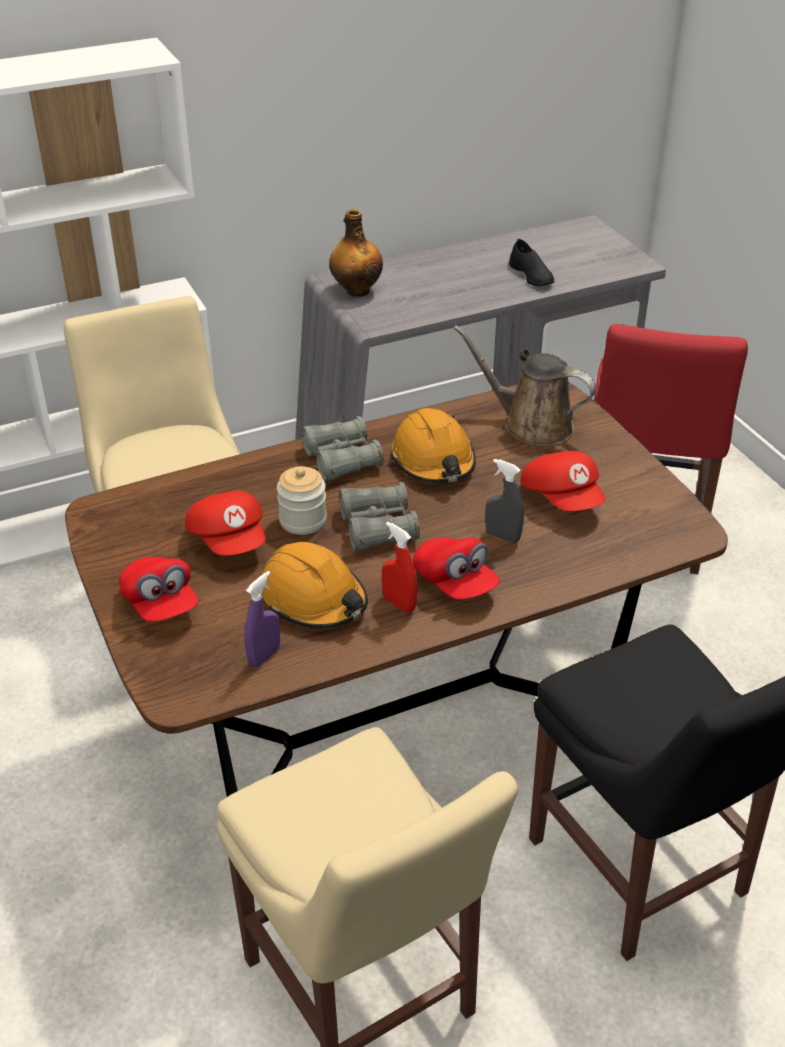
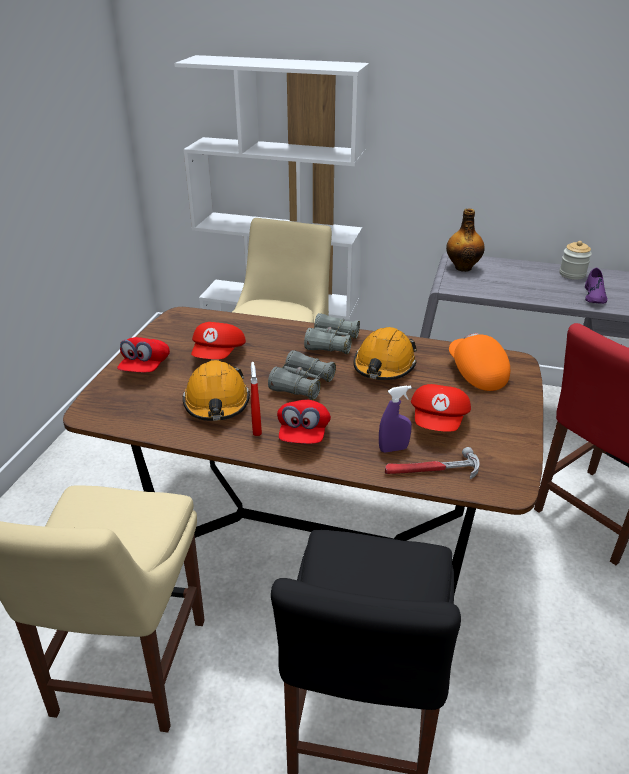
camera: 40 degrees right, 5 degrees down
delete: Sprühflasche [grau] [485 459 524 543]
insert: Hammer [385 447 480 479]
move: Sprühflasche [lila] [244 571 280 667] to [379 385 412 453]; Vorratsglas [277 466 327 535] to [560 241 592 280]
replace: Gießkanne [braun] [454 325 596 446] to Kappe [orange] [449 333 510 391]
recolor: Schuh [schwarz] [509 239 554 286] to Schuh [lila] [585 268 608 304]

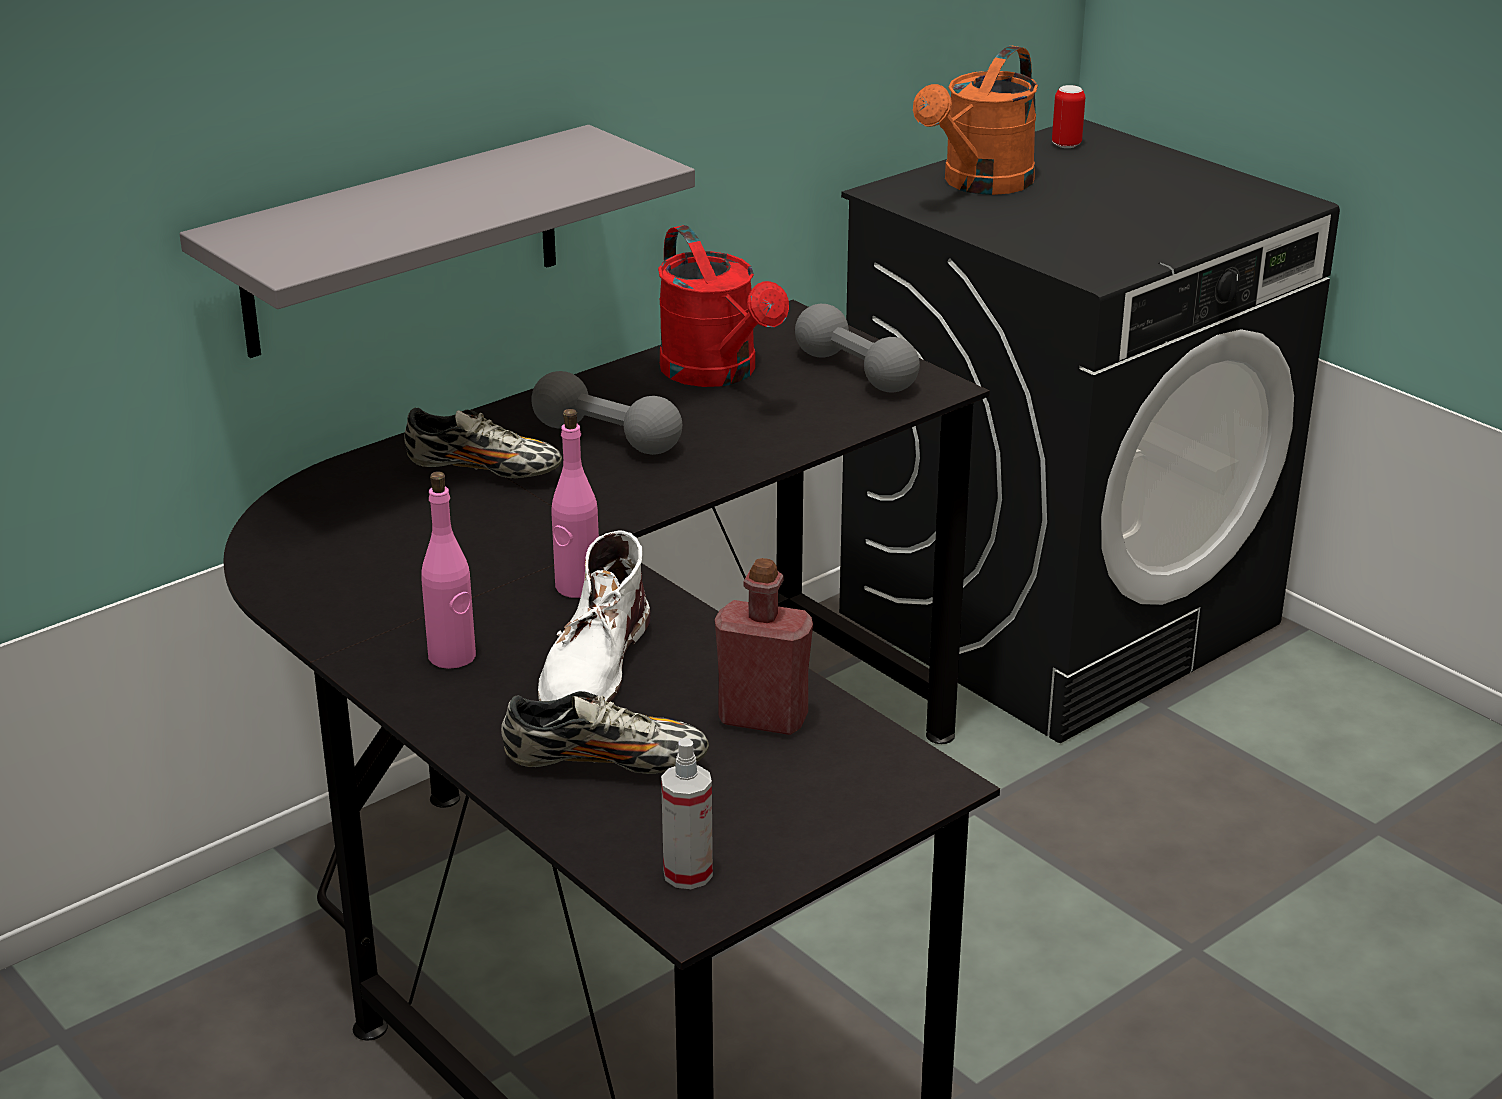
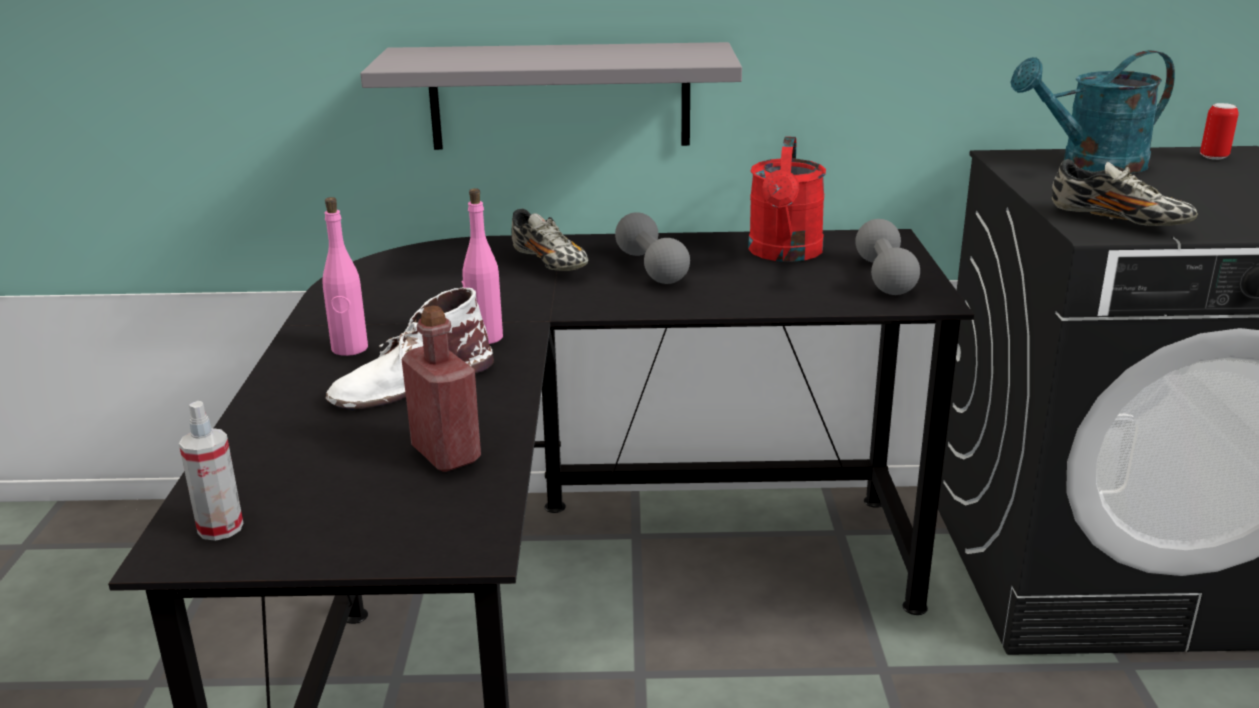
camera: 40 degrees right, 5 degrees down
move: Schuh [501 691 709 774] to [1052 159 1198 226]
recolor: Gießkanne [orange] [913 46 1038 195] to Gießkanne [türkis] [1010 50 1175 173]

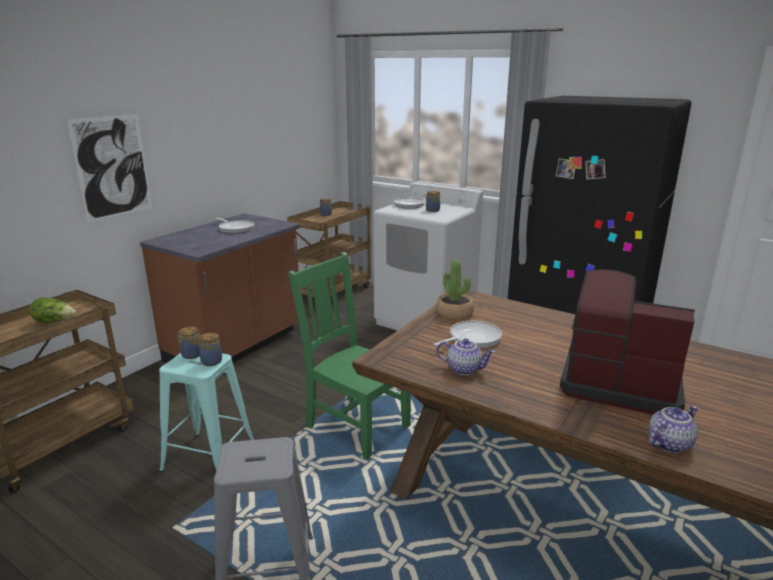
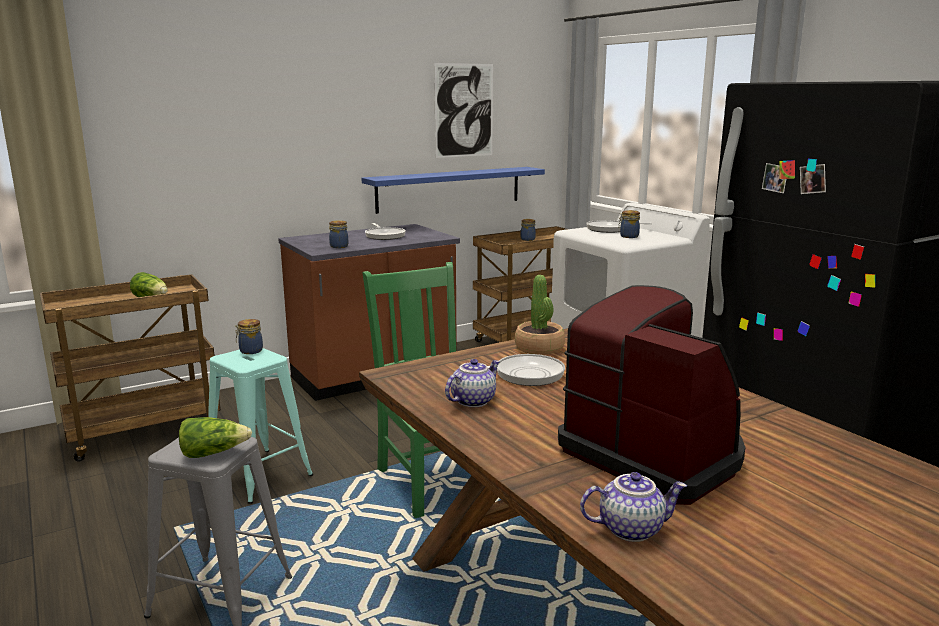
camera: 25 degrees right, 5 degrees down
insert: Salatkopf [179 417 252 458]; Wandregal [blau] [362 167 545 214]
move: Vorratsglas [198 333 222 366] to [329 220 348 248]; Bild [67 114 152 222] to [434 63 493 158]
rotate: Teekanne [437 339 495 375] = [445 359 500 407] 90 degrees counterclockwise

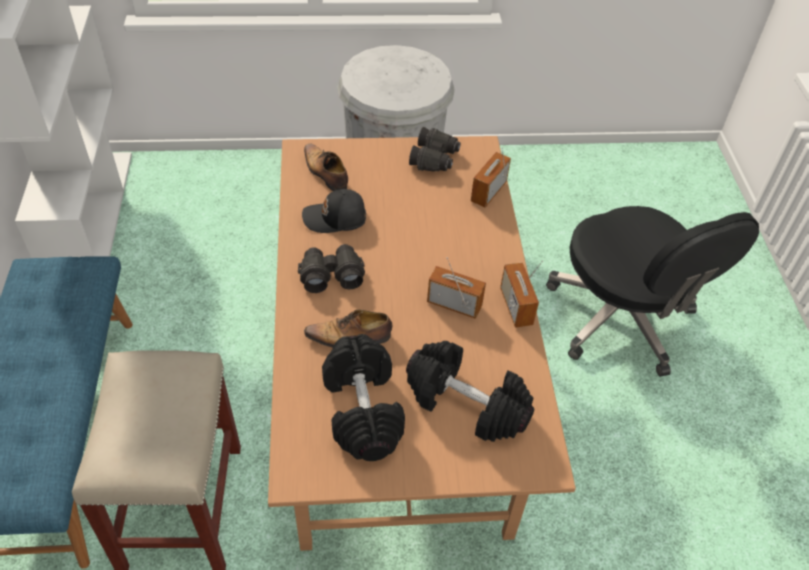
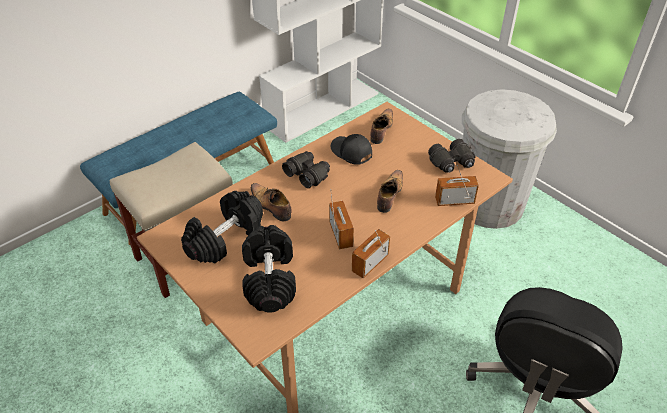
camera: 55 degrees right, 5 degrees down
insert: Schuh [377 170 403 213]

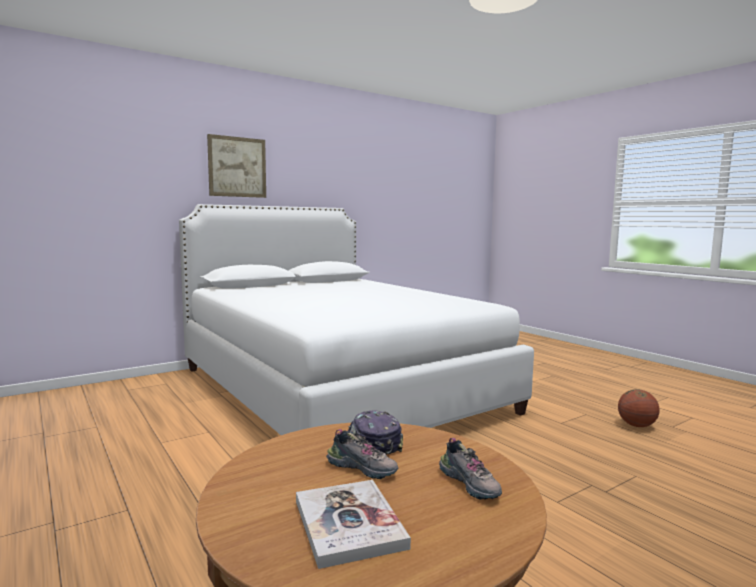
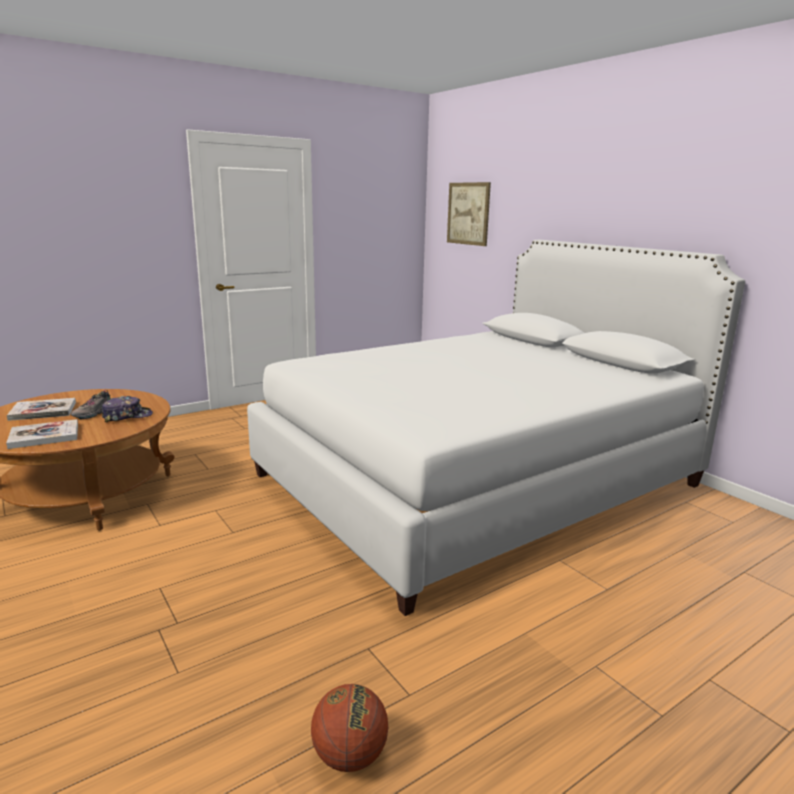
camera: 90 degrees right, 10 degrees up
move: Bild [207 134 266 198] to [447 182 491 246]
replace: Schuh [439 438 502 500] to Buch [6 419 78 449]

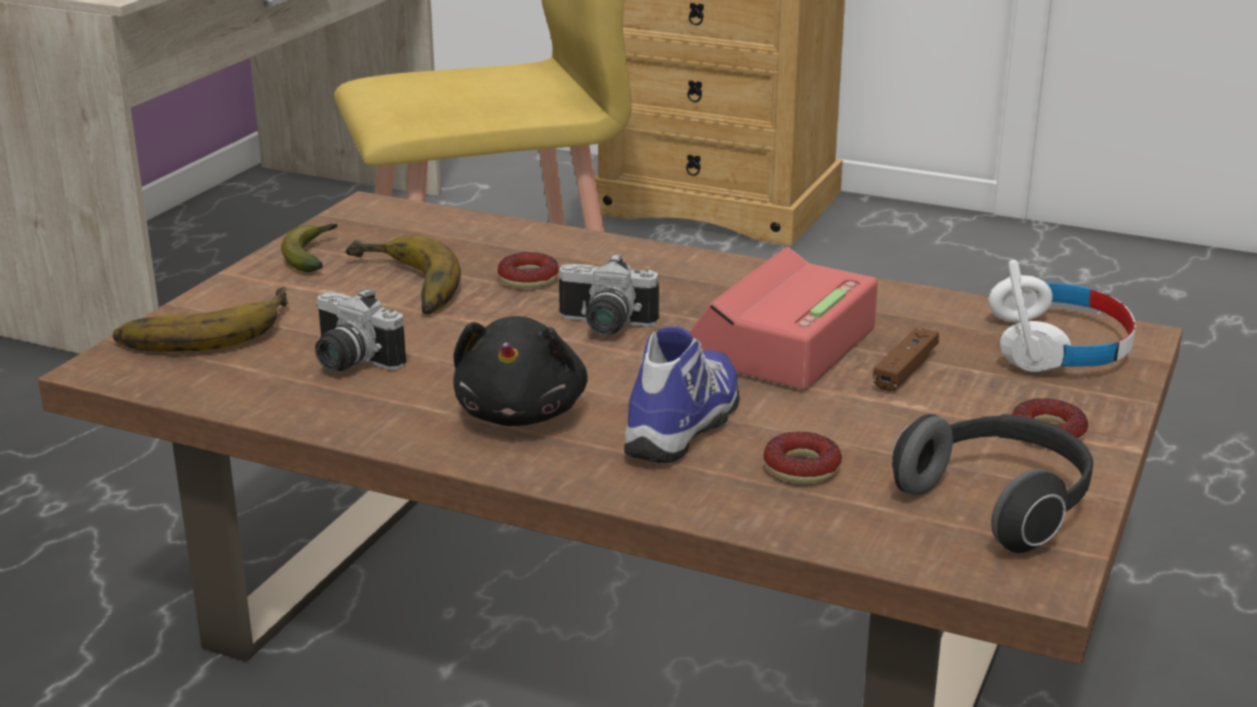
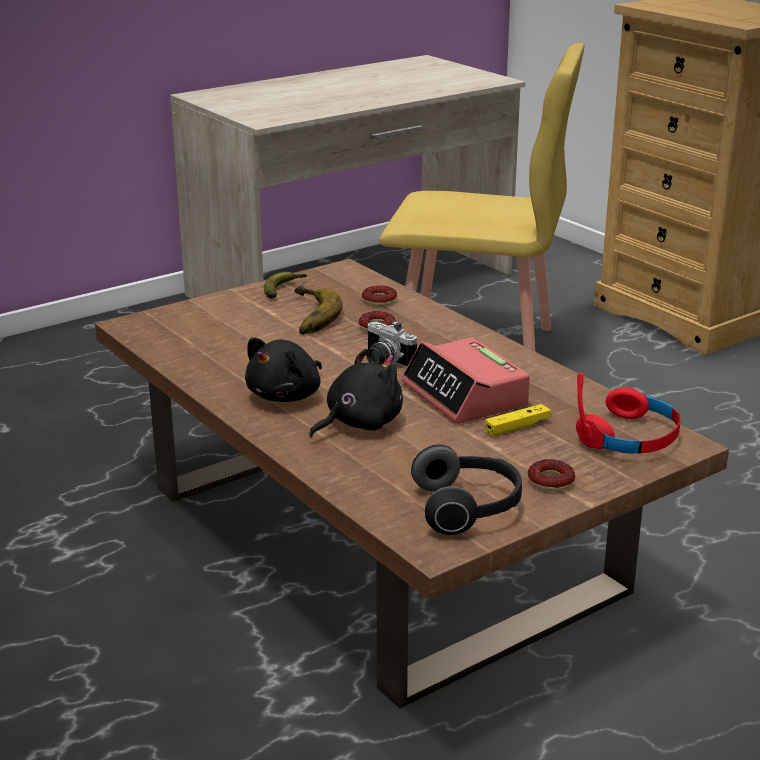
camera: 30 degrees right, 0 degrees up
delete: Banane [113 287 288 352]; Kamera [315 288 406 371]
move: Donut [763 431 842 484] to [362 285 397 306]
replace: Schuh [624 326 740 463] to Plüschtier [schwarz] [309 349 403 438]
recolor: Gamepad [braun] [873 327 939 391] to Gamepad [gelb] [485 404 551 436]; Kopfhörer [weiß] [988 260 1136 372] to Kopfhörer [rot] [576 372 681 454]
rotate: Wecker [689 246 878 389] = [401 338 530 424] 90 degrees counterclockwise

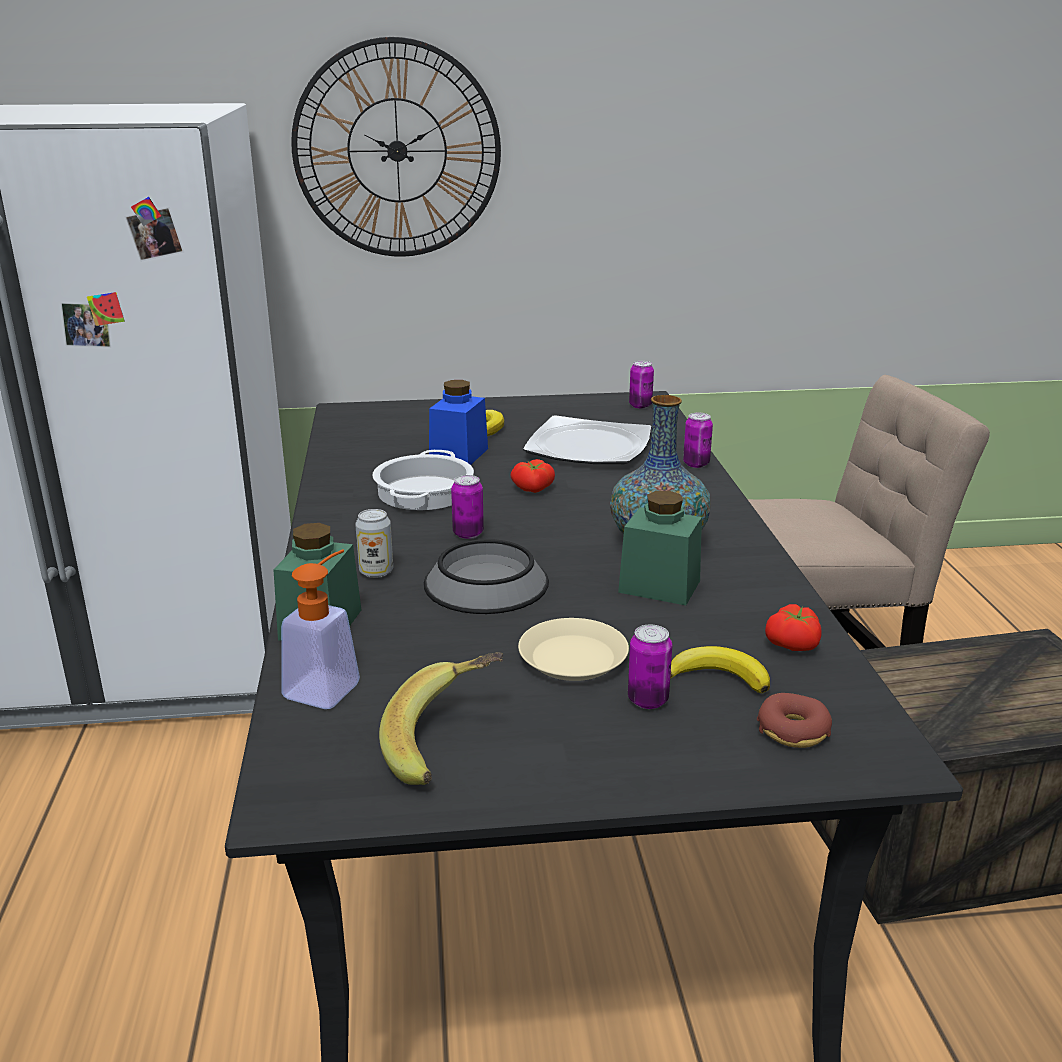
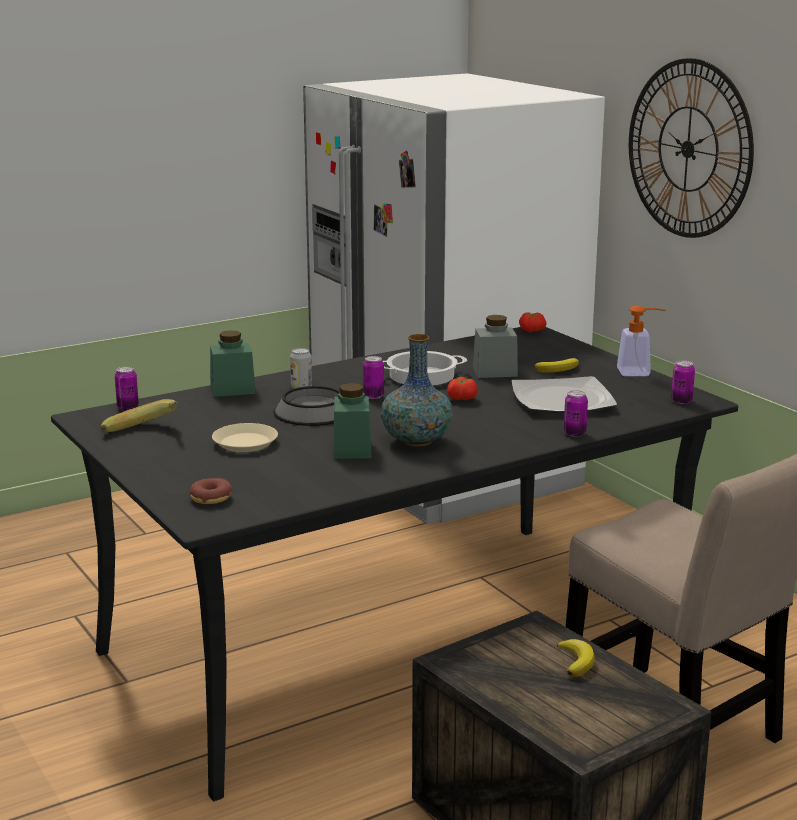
camera: 65 degrees right, 5 degrees down
move: Dose [628 624 672 709] to [115 366 139 410]; Tomate [765 604 821 651] to [519 312 547 332]; Banane [670 646 770 693] to [557 639 595 677]; Seifenspender [281 550 360 709] to [617 305 666 376]
recolor: Vorratsglas [blau] [429 380 488 465] to Vorratsglas [grau] [473 315 518 378]

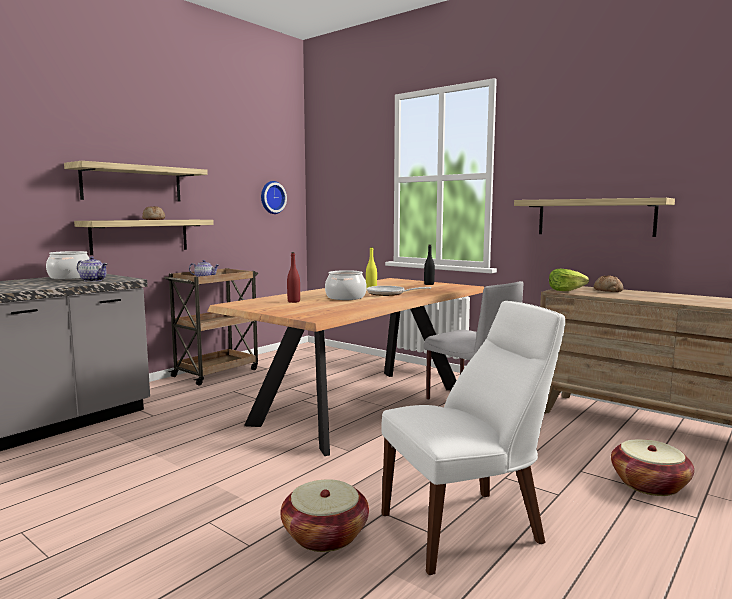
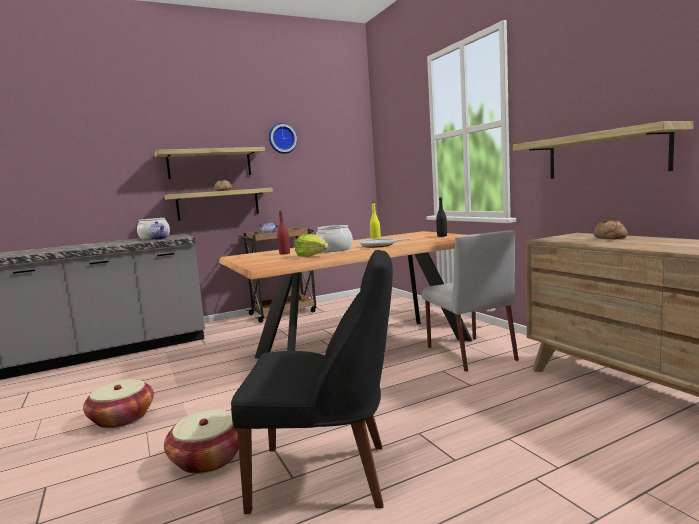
camera: 25 degrees right, 0 degrees up
move: Korb [611 439 694 496] to [83 379 154 428]; Wanduhr [261 181 287 214] to [269 123 297 154]; Salatkopf [549 269 589 291] to [295 234 328 257]
recolor: Stuhl [weiß] [381 301 565 575] to Stuhl [schwarz] [231 250 393 514]

